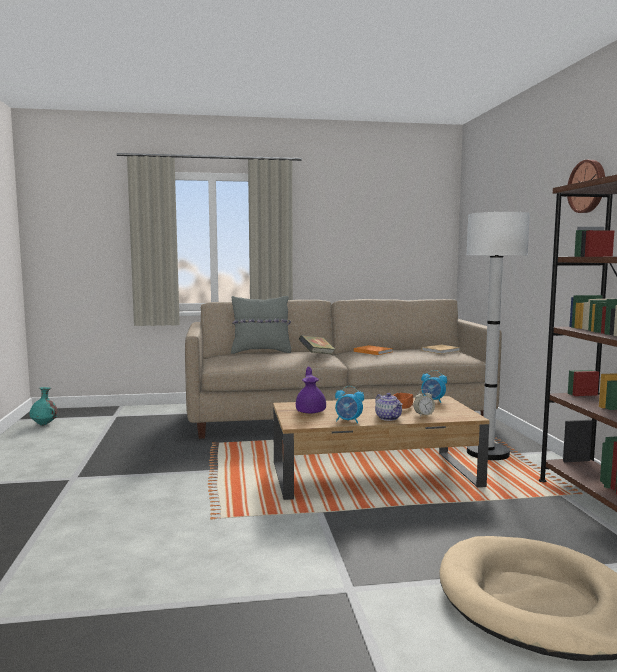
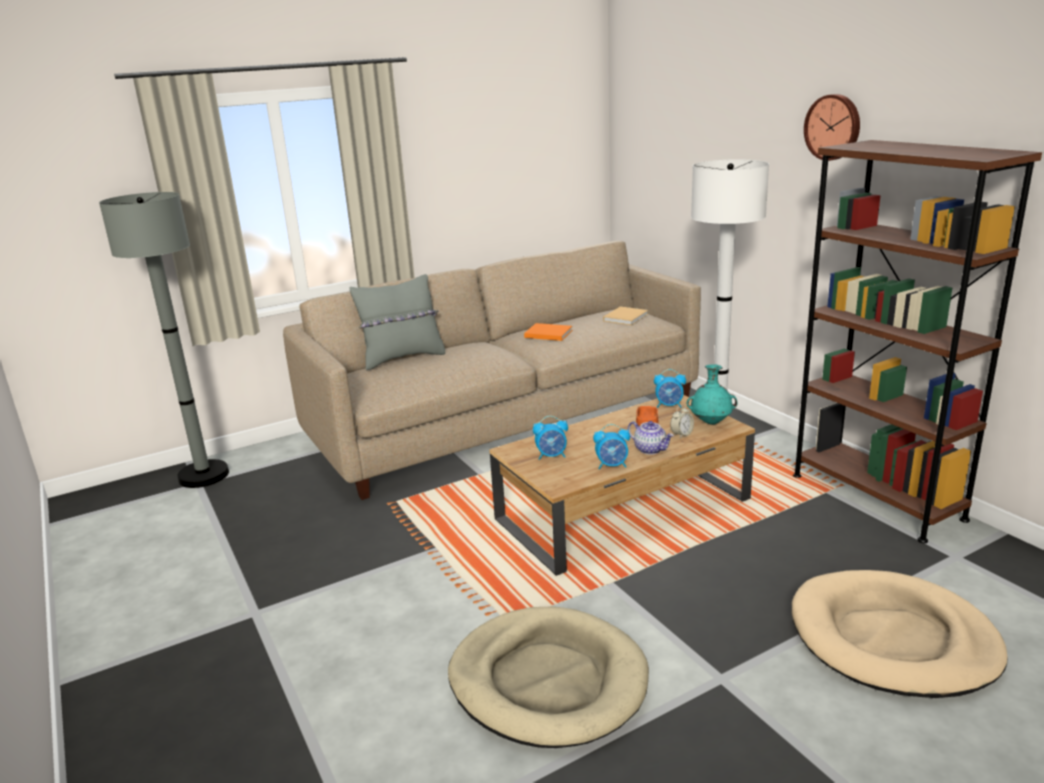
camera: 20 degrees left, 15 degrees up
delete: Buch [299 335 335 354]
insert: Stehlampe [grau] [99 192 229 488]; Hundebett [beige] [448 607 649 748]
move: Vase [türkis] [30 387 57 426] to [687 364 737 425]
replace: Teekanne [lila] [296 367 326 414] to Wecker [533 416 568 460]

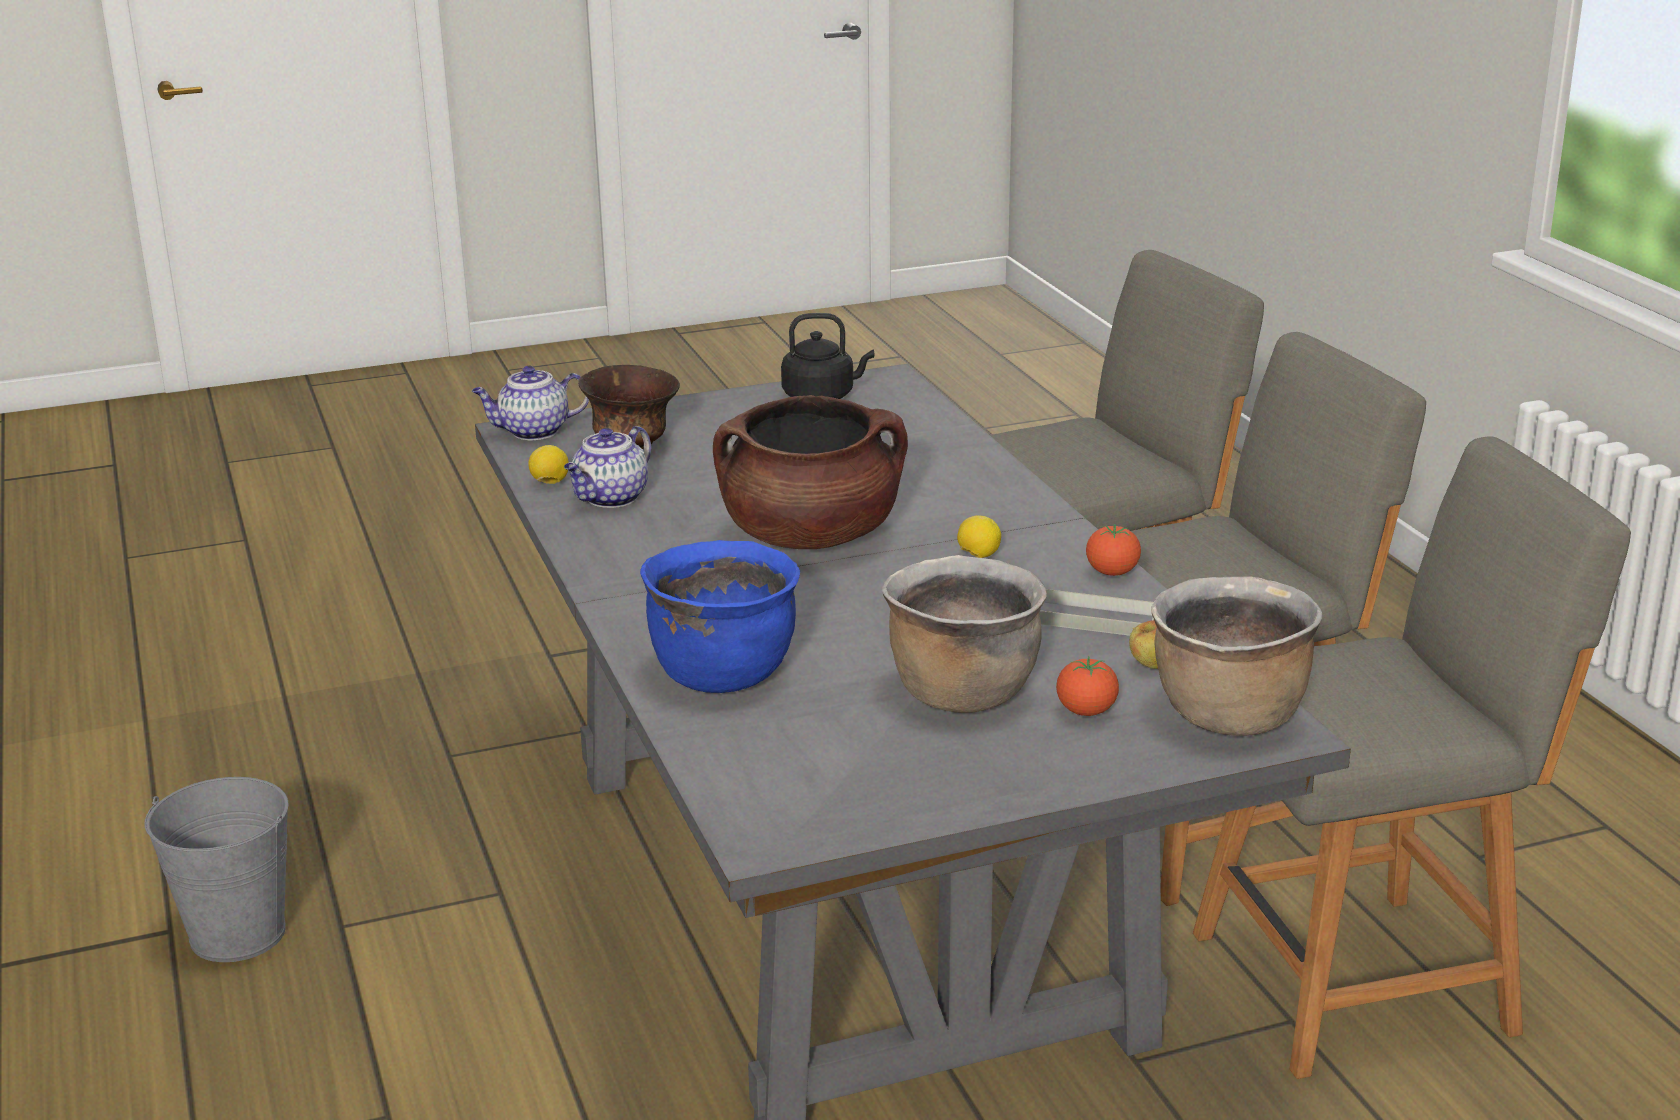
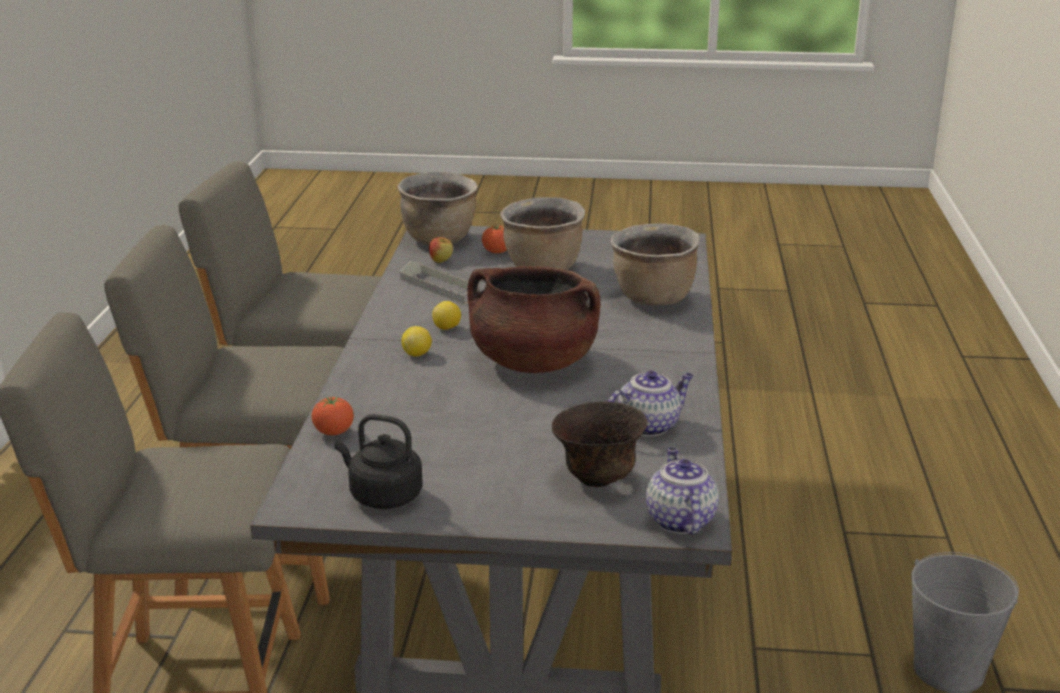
camera: 155 degrees left, 0 degrees up
move: Tomate [1086 524 1141 576] to [312 397 354 435]; Zitrone [528 445 569 484] to [401 326 432 357]
recolor: Kochtopf [blau] [640 540 800 693] to Kochtopf [braun] [610 223 700 306]
rotate: Teekanne [472 366 589 440] = [646 447 719 534] 105 degrees counterclockwise

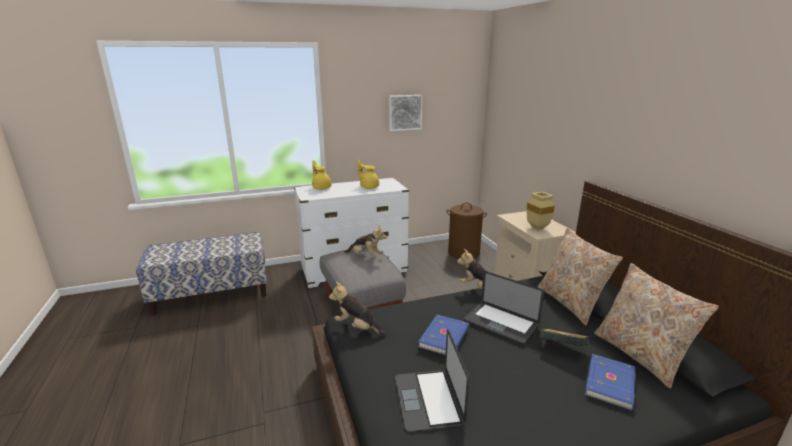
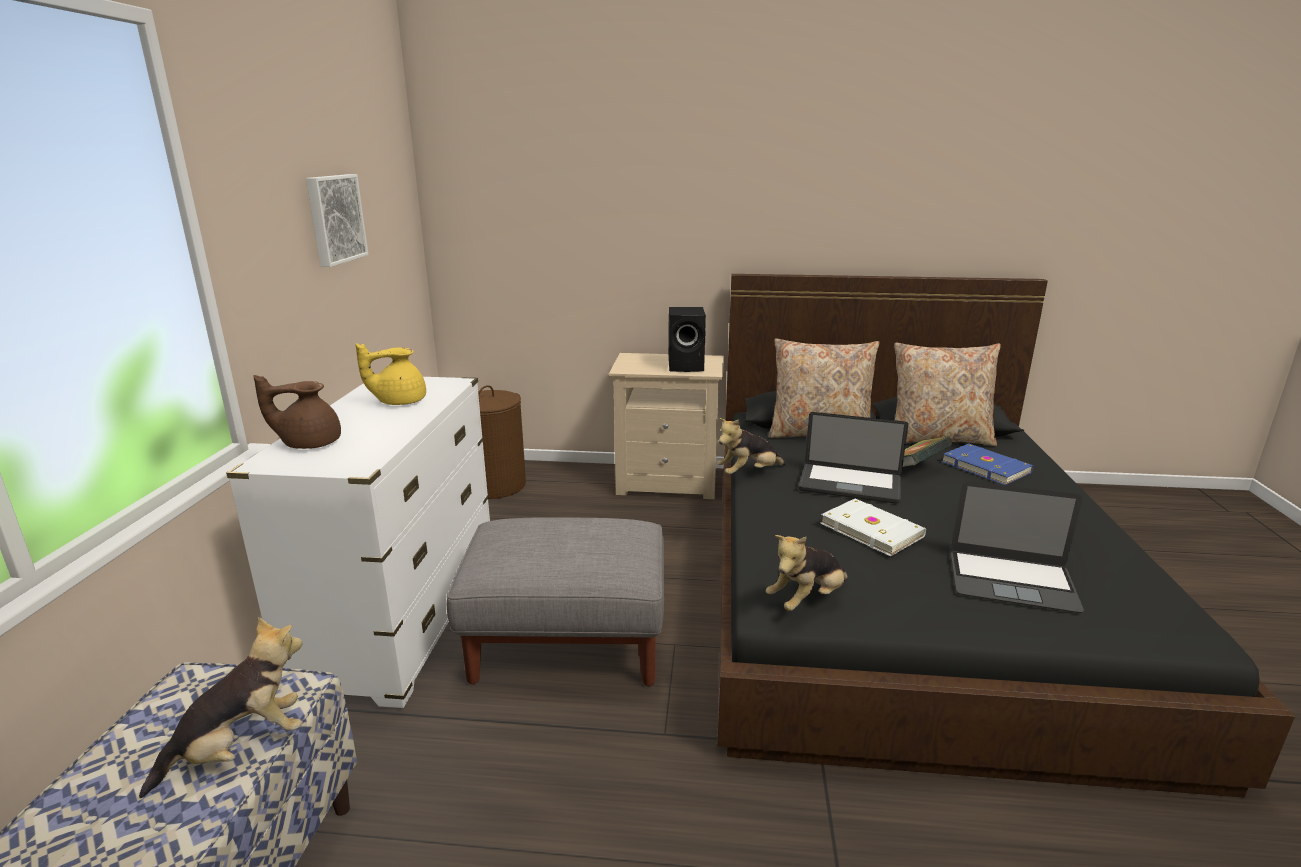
camera: 65 degrees left, 0 degrees up
move: Plüschtier [344 225 387 258] to [139 617 302 798]
replace: Vase [beige] [526 191 555 230] to Lautsprecher [schwarz] [669 307 706 372]
recolor: Teekanne [gelb] [312 160 331 190] to Teekanne [braun] [253 375 341 449]; Buch [blau] [418 315 470 355] to Buch [weiß] [821 498 926 556]
rotate: Laptop [464 271 544 345] = [798 412 908 504] 45 degrees clockwise

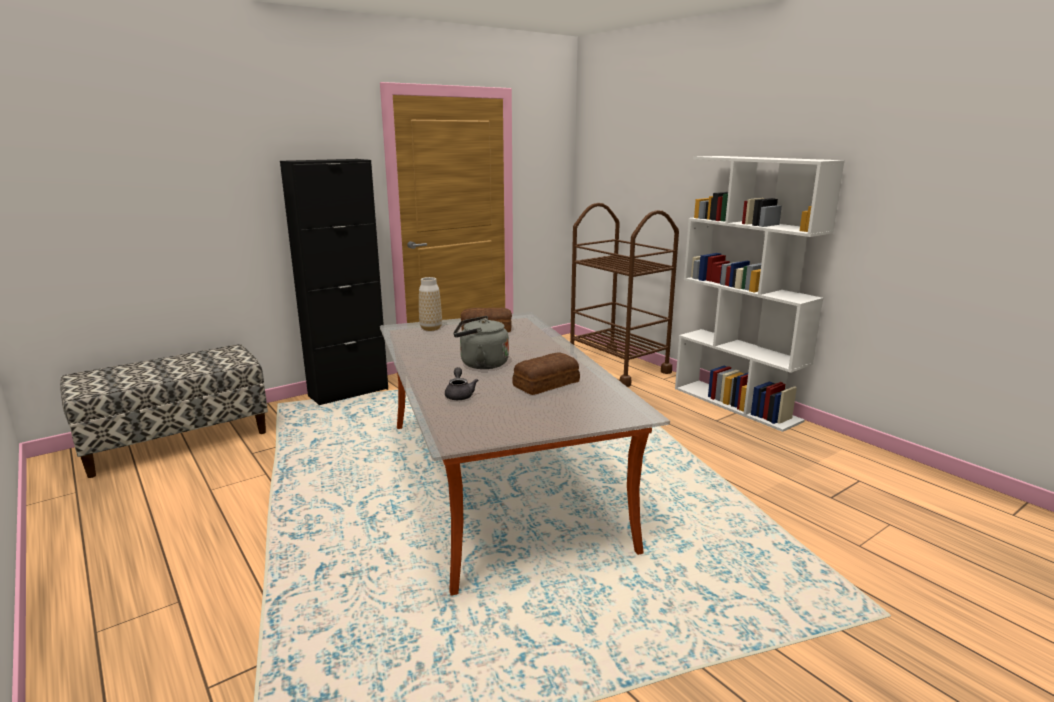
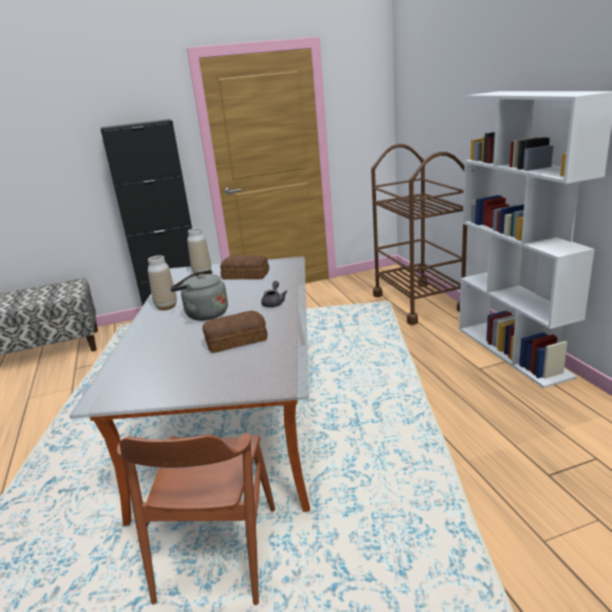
camera: 20 degrees right, 5 degrees up
insert: Stuhl [braun] [117 433 275 605]; Vase [148 255 177 310]
move: Teekanne [grau] [445 367 478 400] to [261 281 287 307]

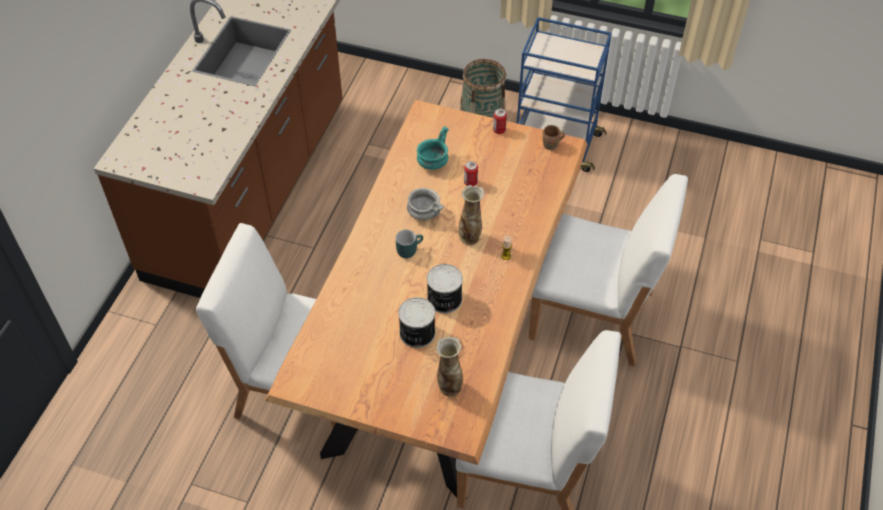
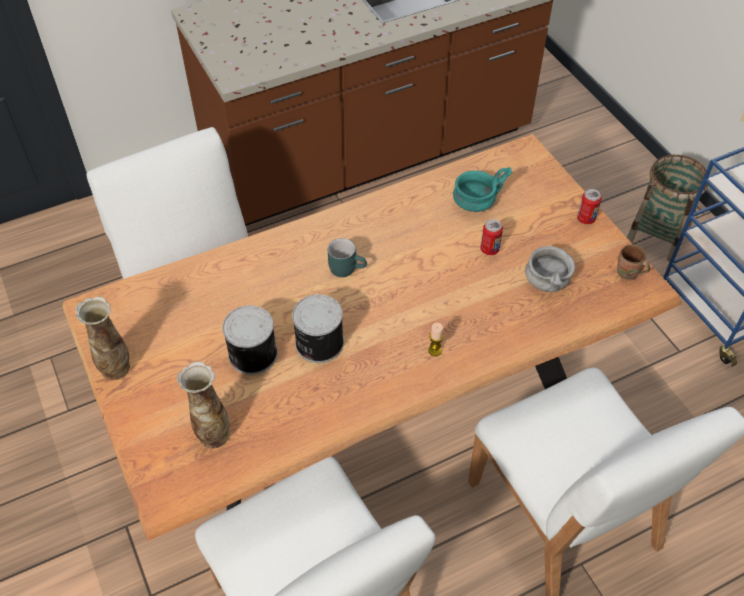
camera: 45 degrees right, 0 degrees up
move: Vase [459 185 484 245] to [75 296 130 380]; Schüssel [grau] [407 188 444 220] to [525 246 575 292]

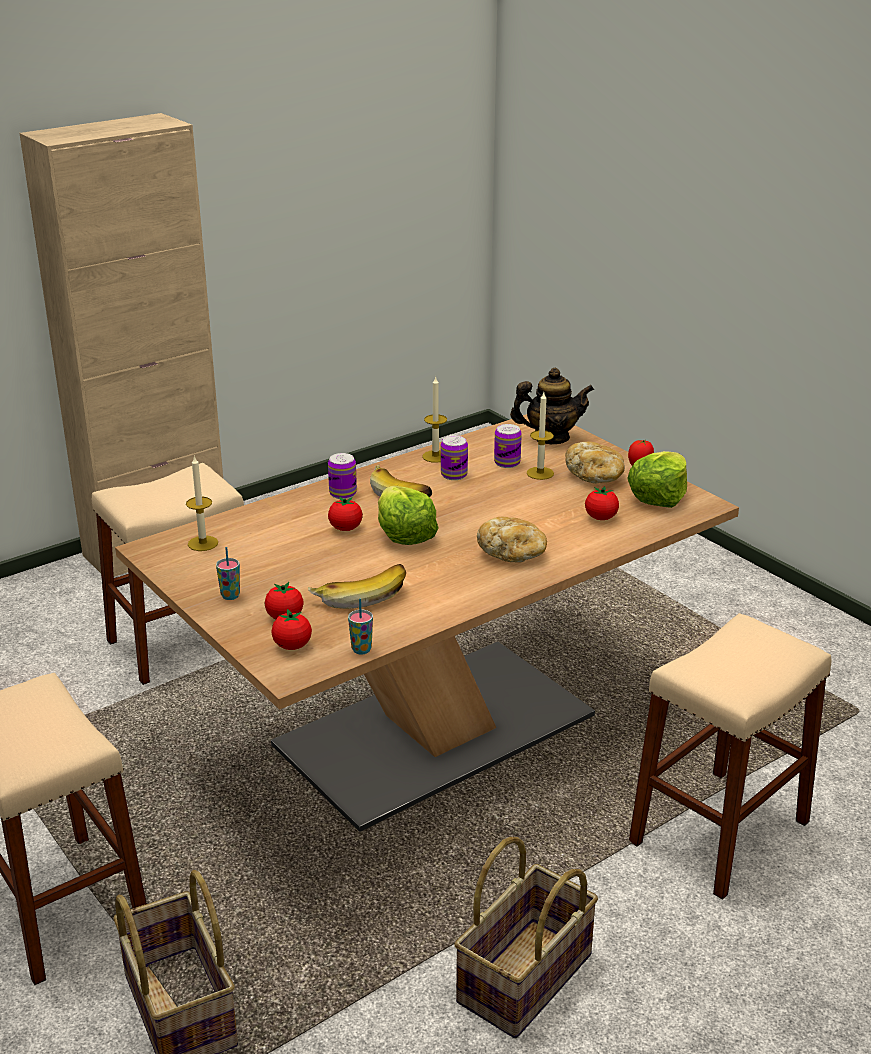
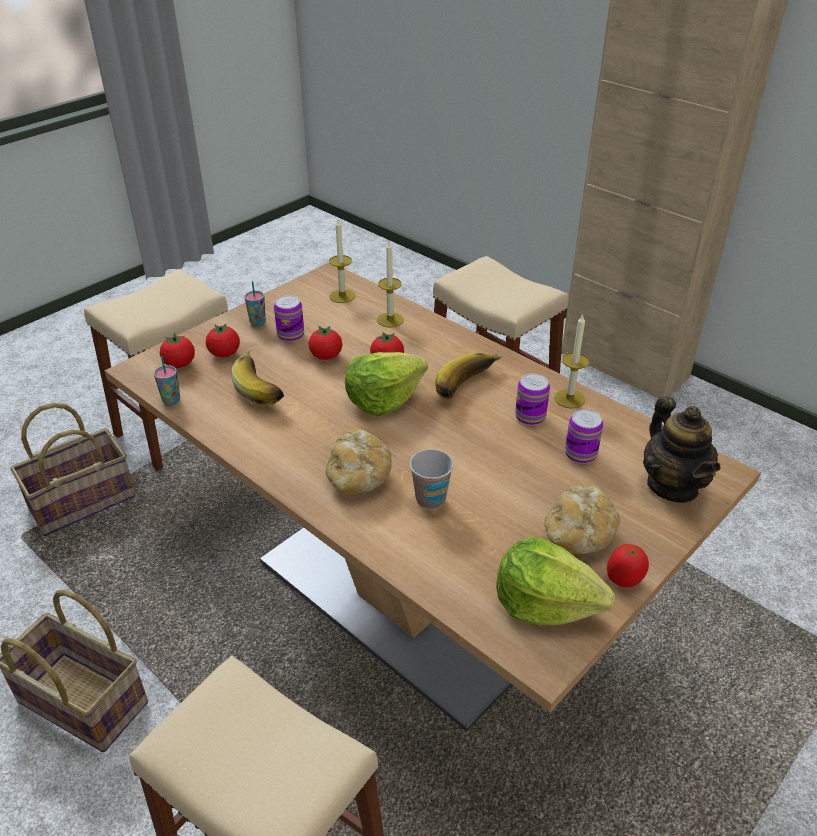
camera: 80 degrees right, 10 degrees up
insert: Tasse [410 449 454 510]
move: Dose [328 453 357 499] to [274 296 304 342]; Tomate [585 486 619 520] to [309 326 342 360]; Kerze [527 392 554 480] to [377 241 404 327]

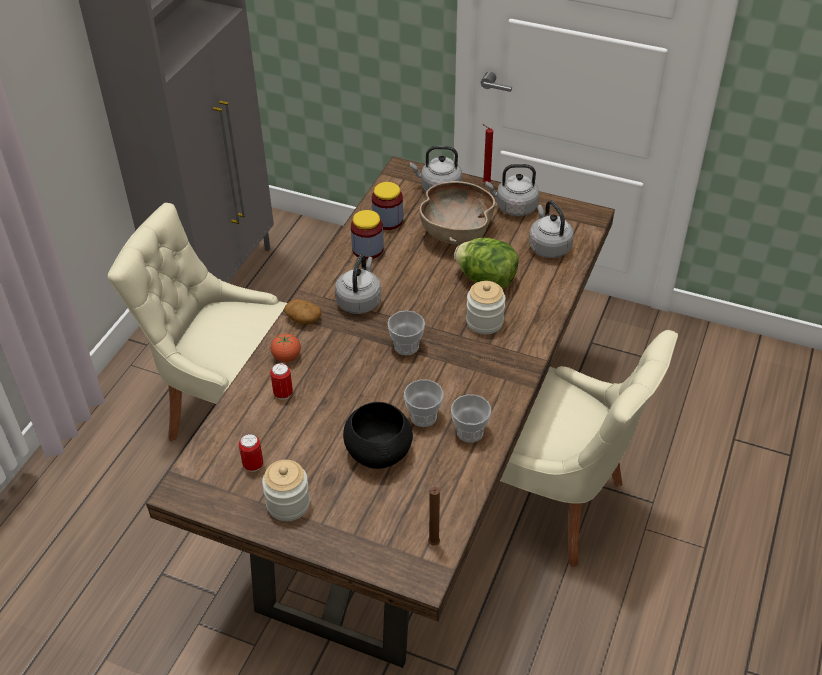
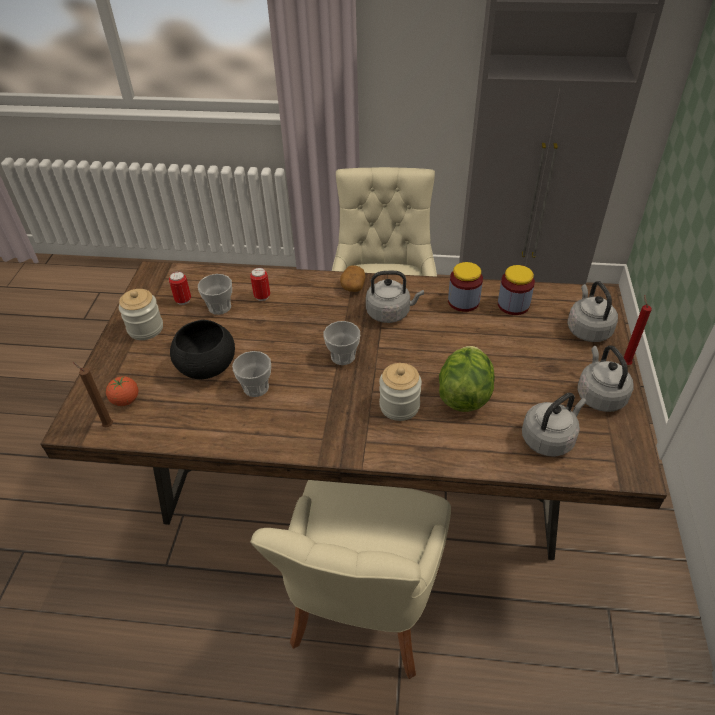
camera: 75 degrees right, 0 degrees up
delete: Schüssel [braun] [419 181 495 245]
move: Tomate [271 334 301 362] to [106 376 138 406]; Tasse [451 394 491 443] to [198 274 232 315]

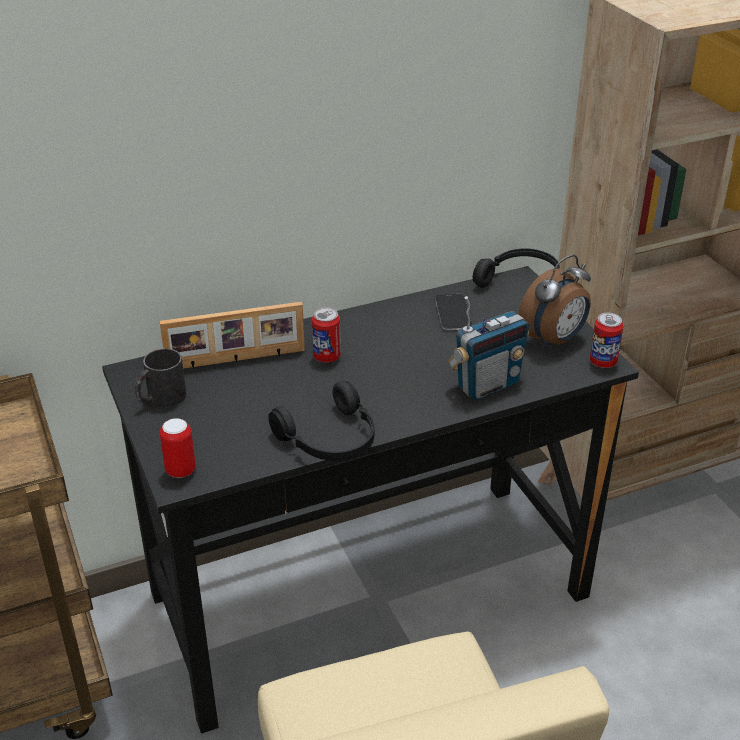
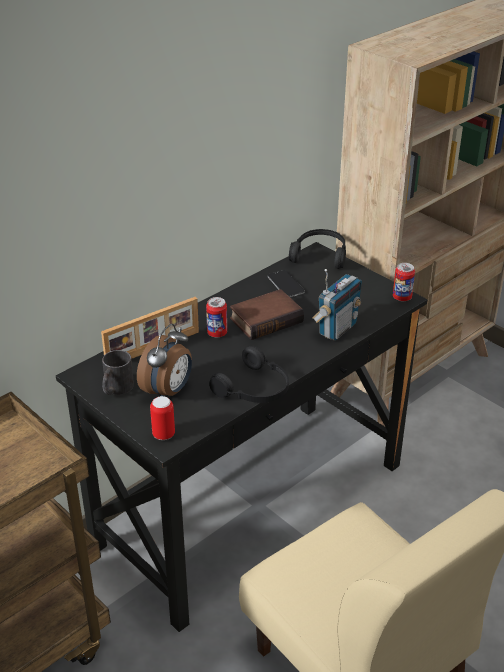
camera: 20 degrees left, 0 degrees up
insert: Buch [230 289 304 340]
move: Wecker [518 255 591 349] to [137 324 192 396]

